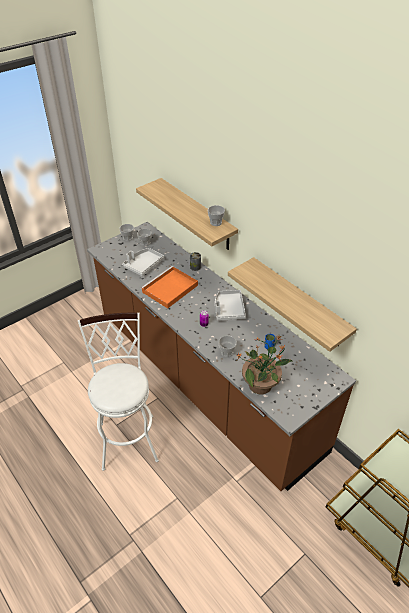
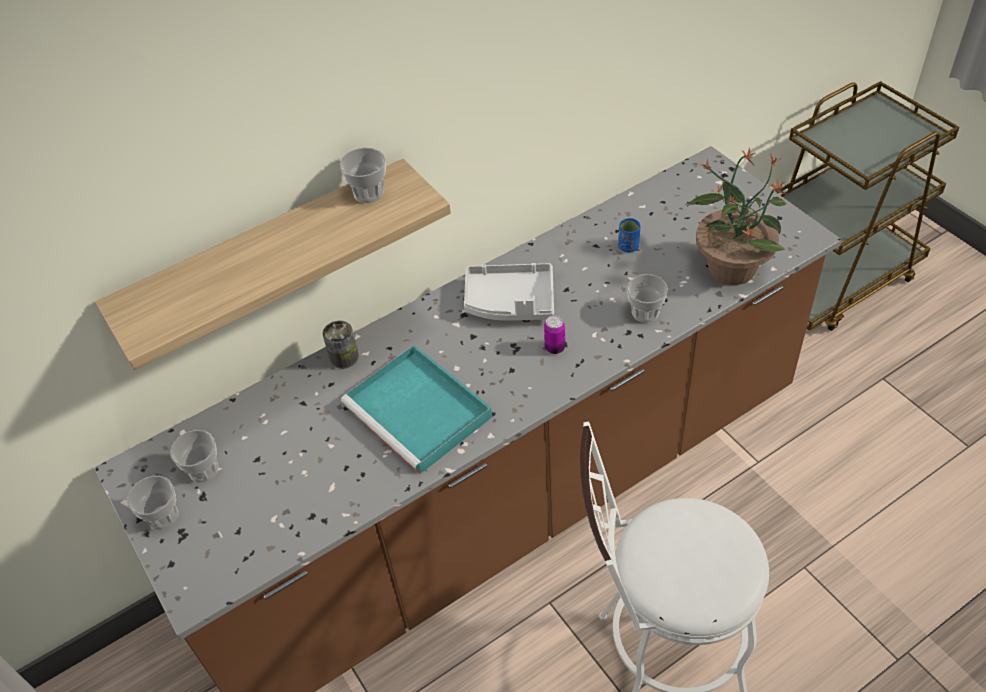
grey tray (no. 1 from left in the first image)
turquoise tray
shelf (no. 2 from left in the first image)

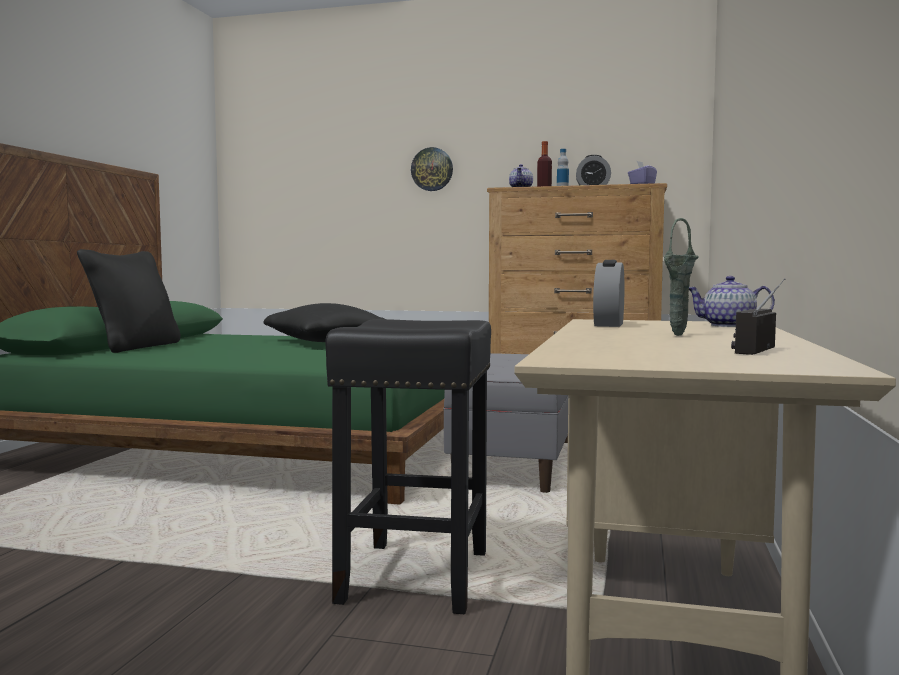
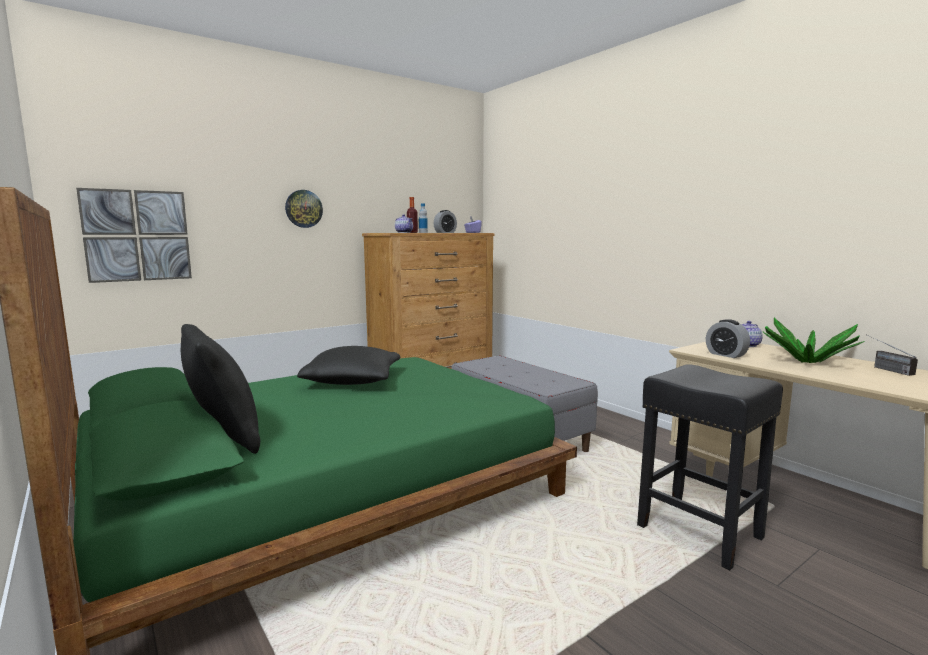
potted plant
picture

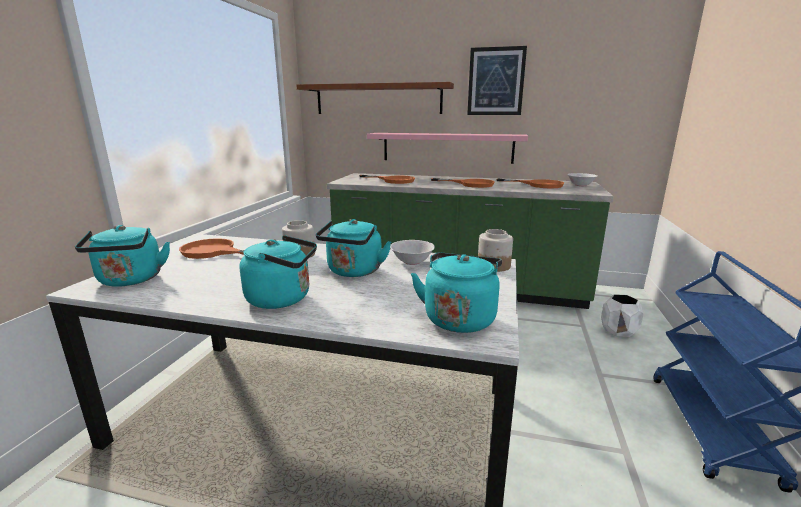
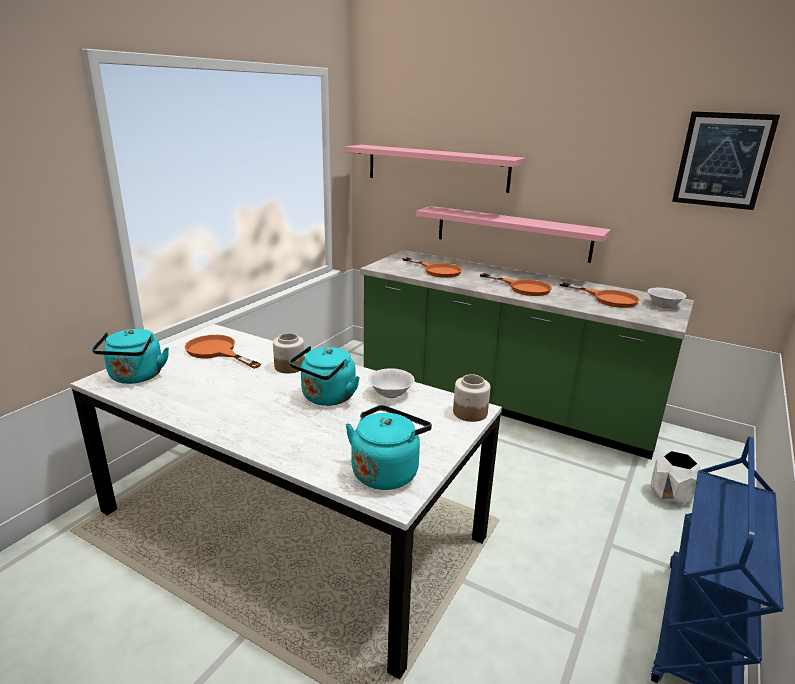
turquoise kettle (no. 2 from left in the first image)
pink shelf (no. 1 from left)
picture

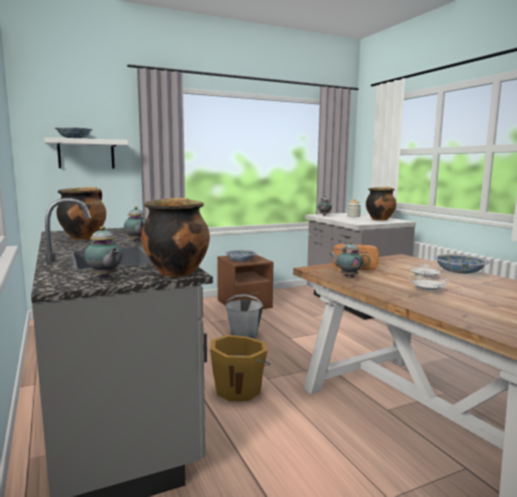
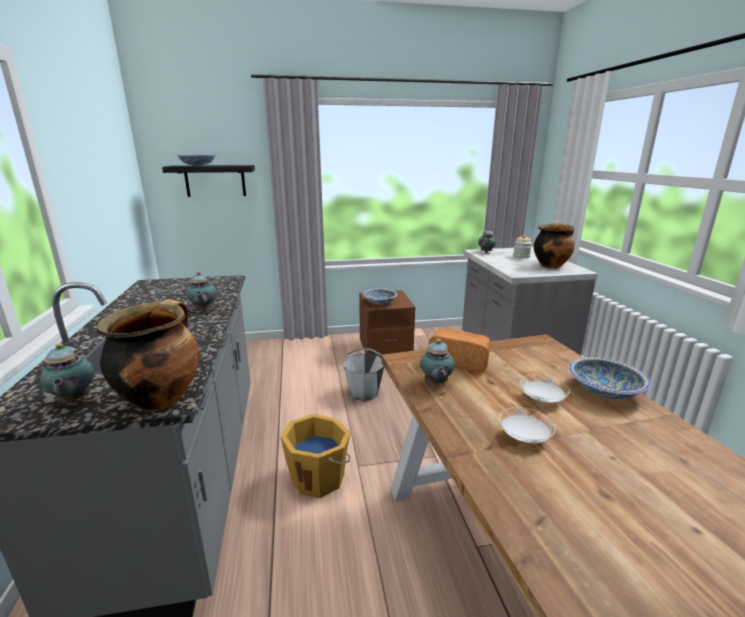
black shelf
cooking pot (no. 1 from left in the first image)
teapot (no. 3 from left)

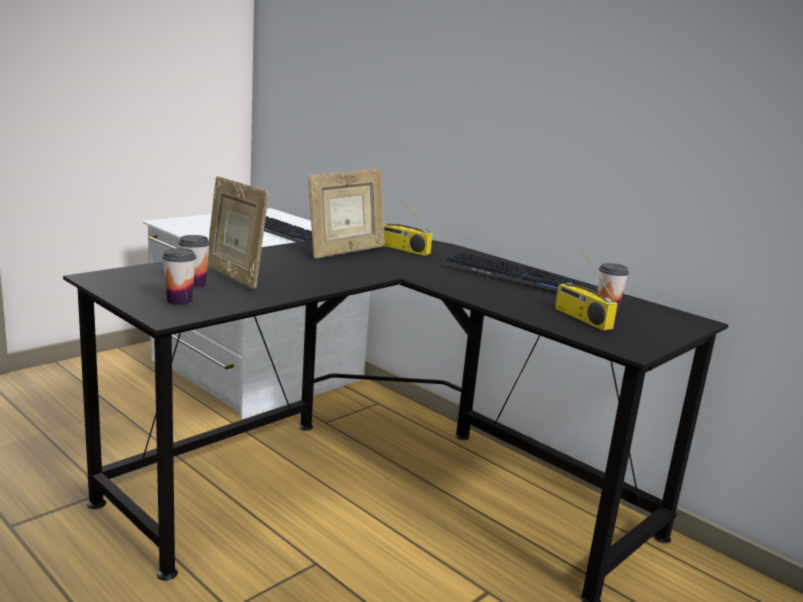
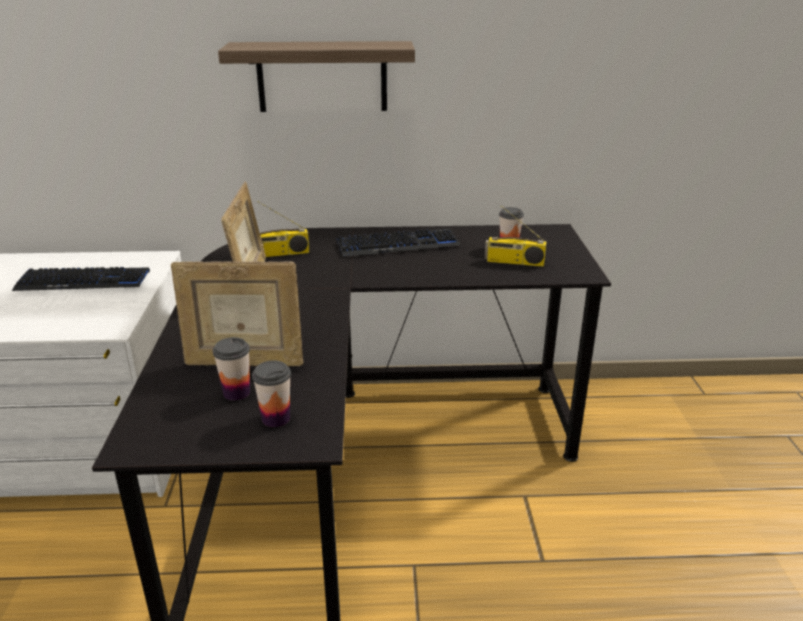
shelf

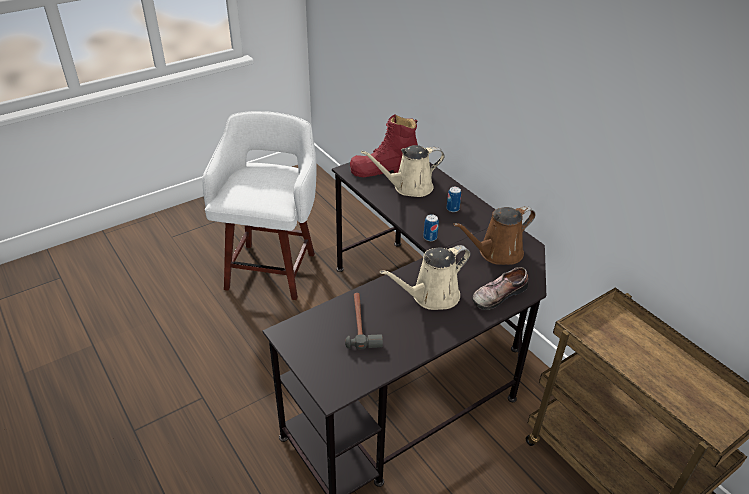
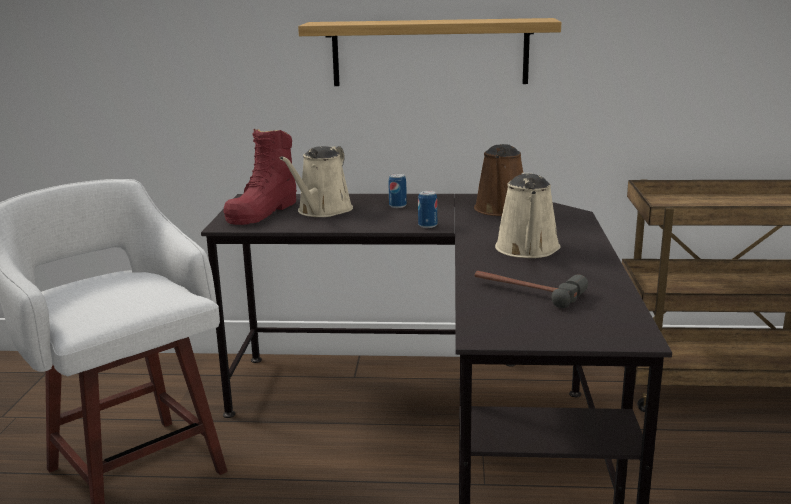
shoe
shelf

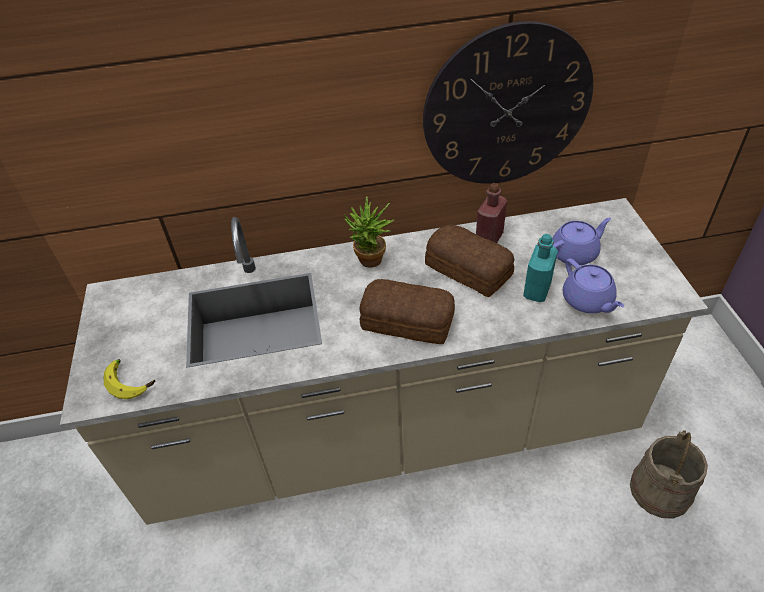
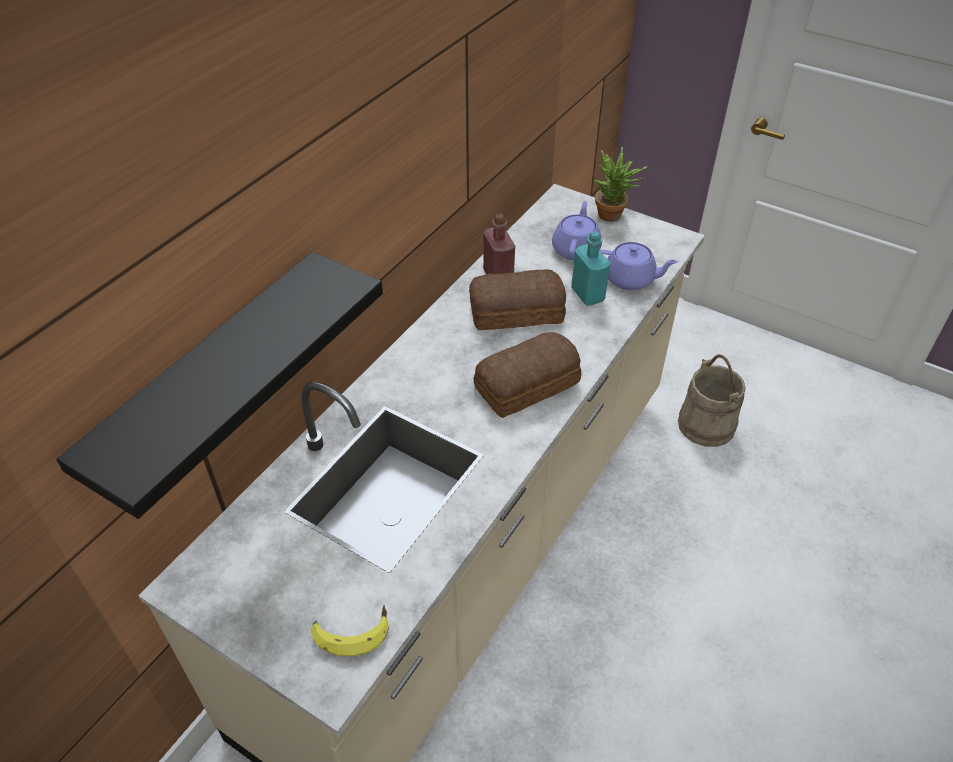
potted plant
wall clock
black shelf

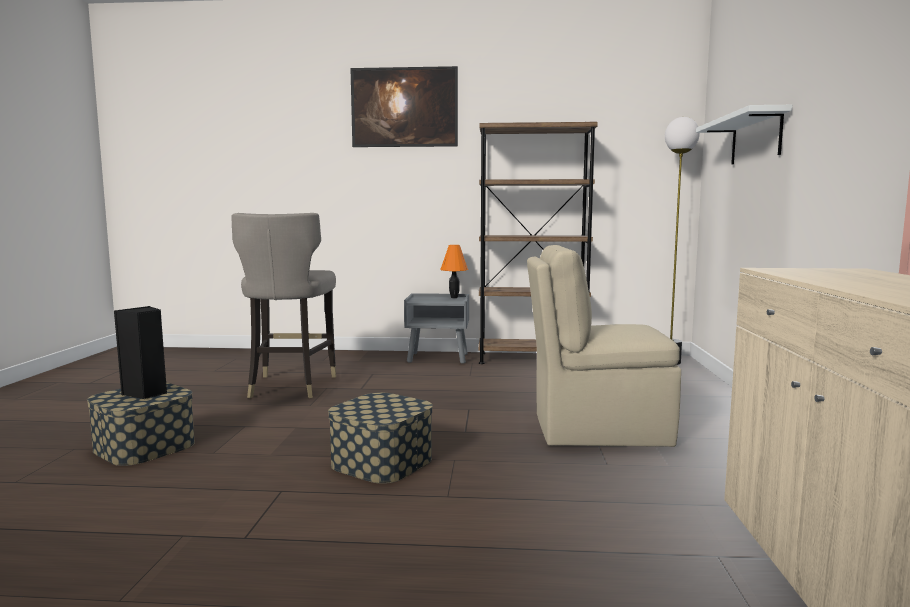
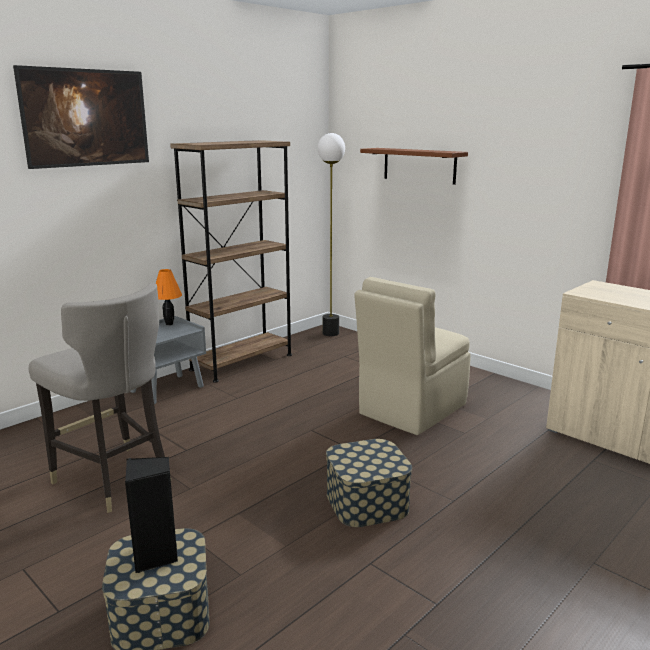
brown shelf

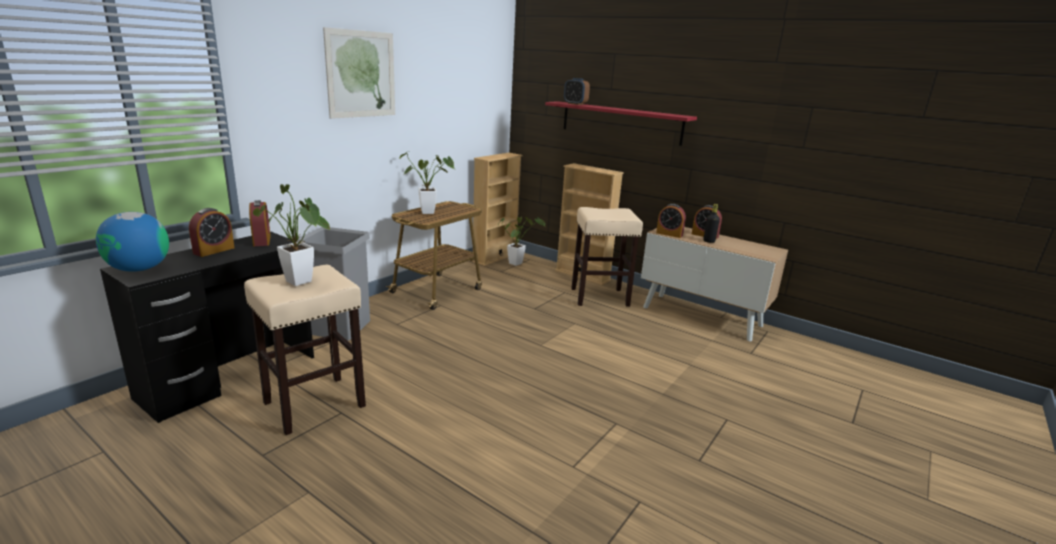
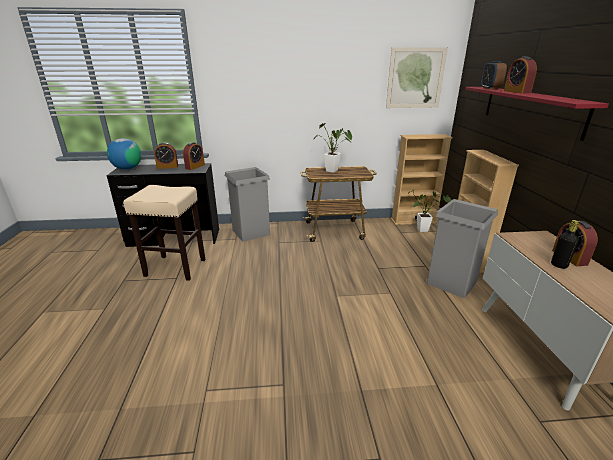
potted plant (no. 1 from left in the first image)
picture
grey trash can (no. 2 from left)
alarm clock (no. 4 from left)

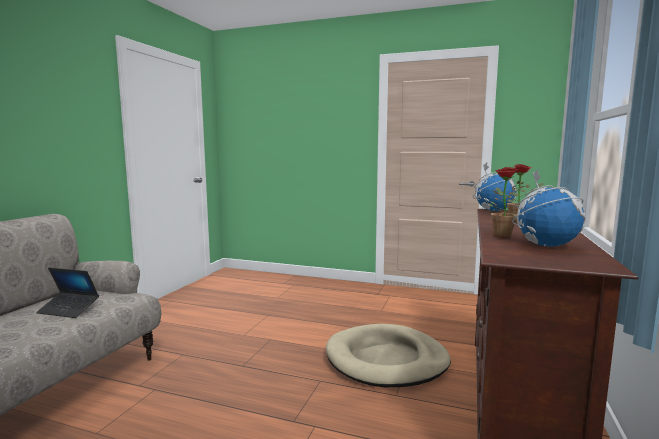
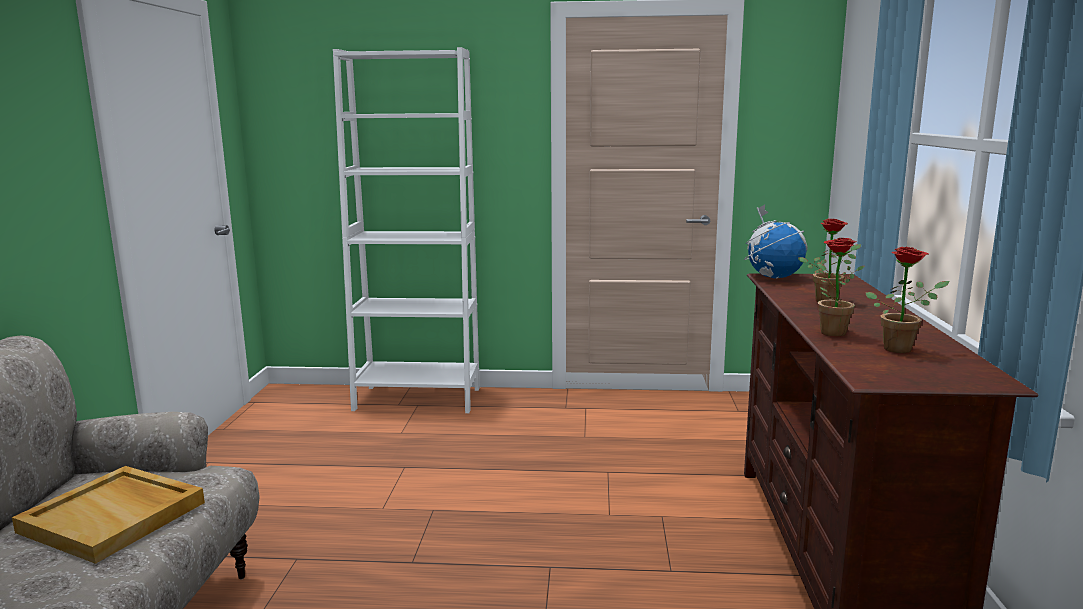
beige tray
beige dog bed
potted plant (no. 3 from left)
white bookcase

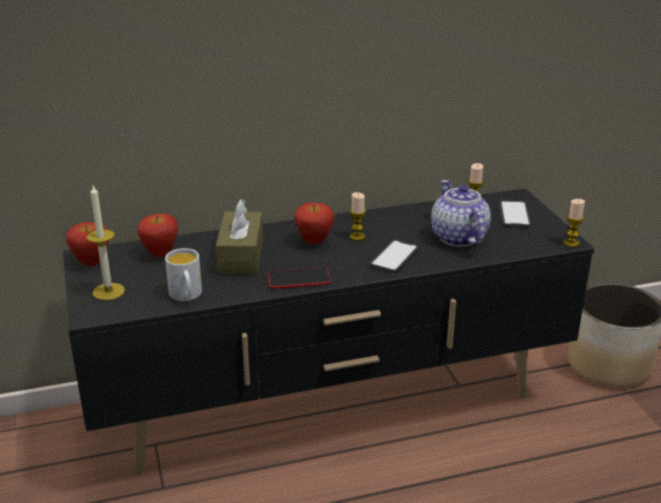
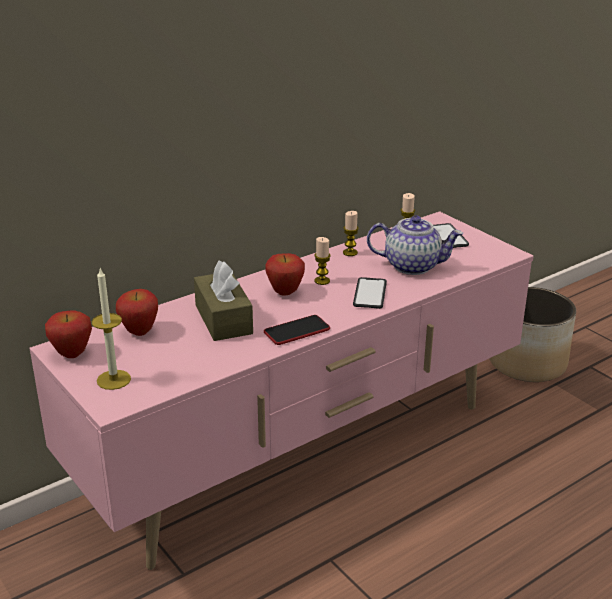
pink tv stand
white mug
teapot
candle (no. 3 from left)

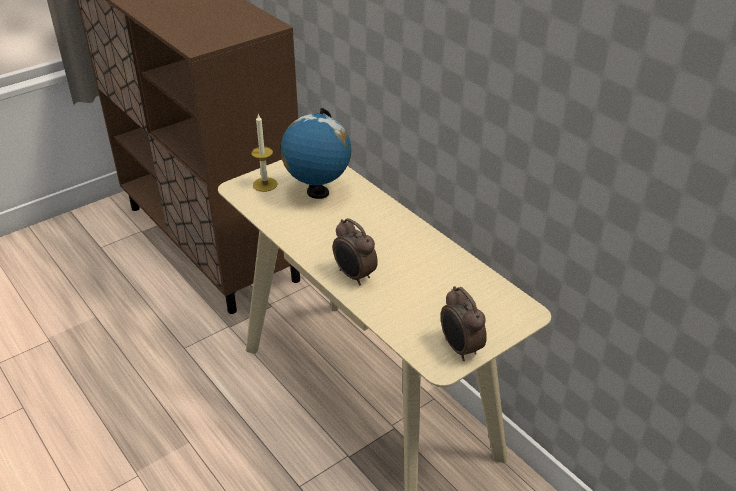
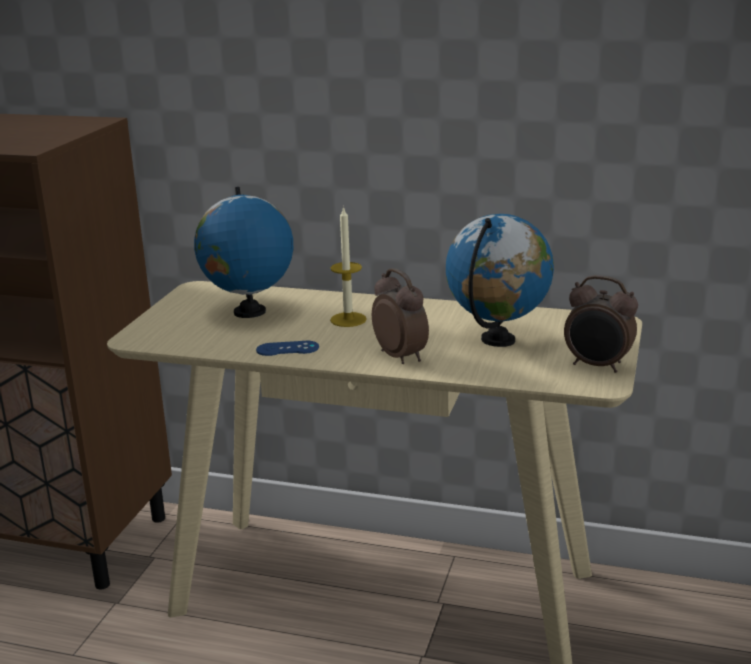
candle
alarm clock (no. 1 from left)
blue game controller
globe (no. 2 from left)

